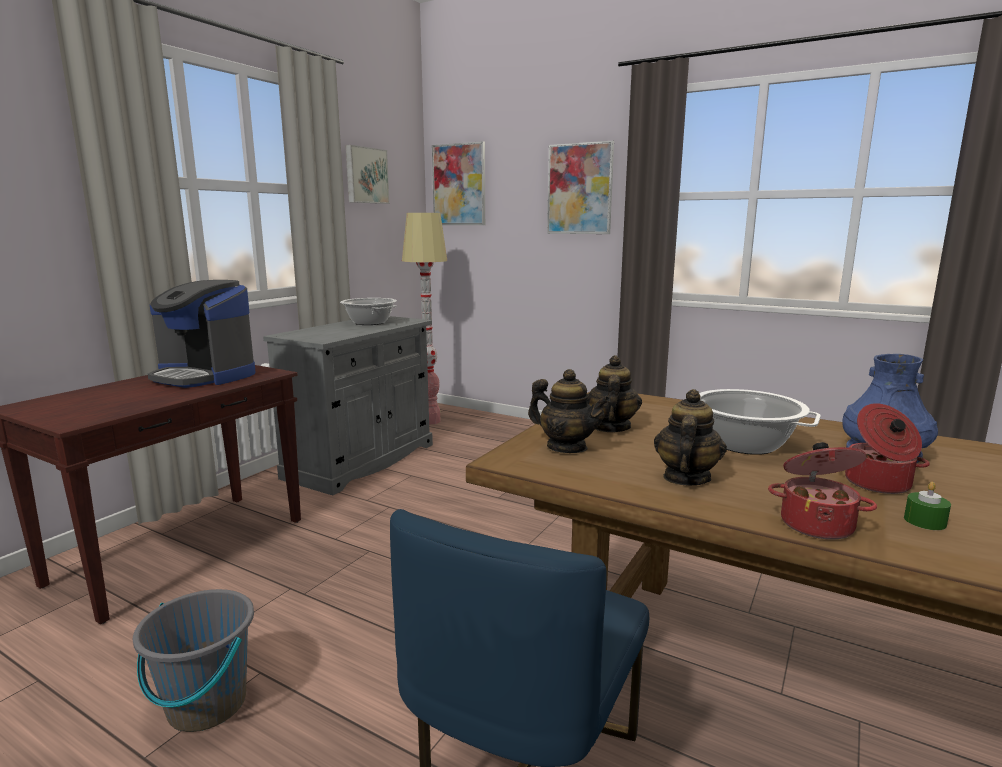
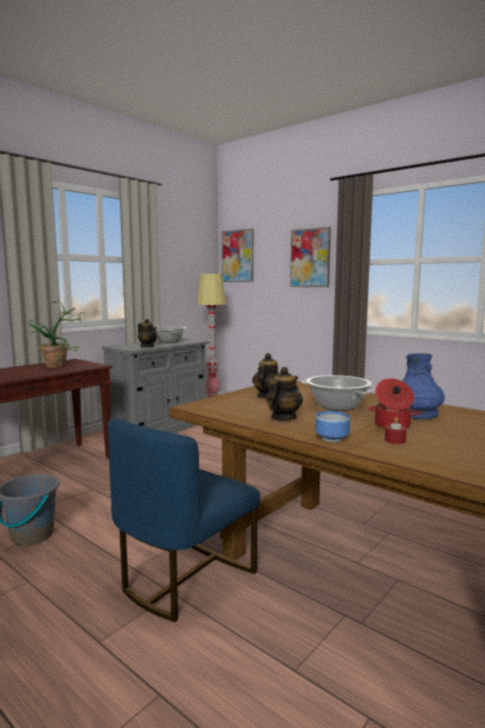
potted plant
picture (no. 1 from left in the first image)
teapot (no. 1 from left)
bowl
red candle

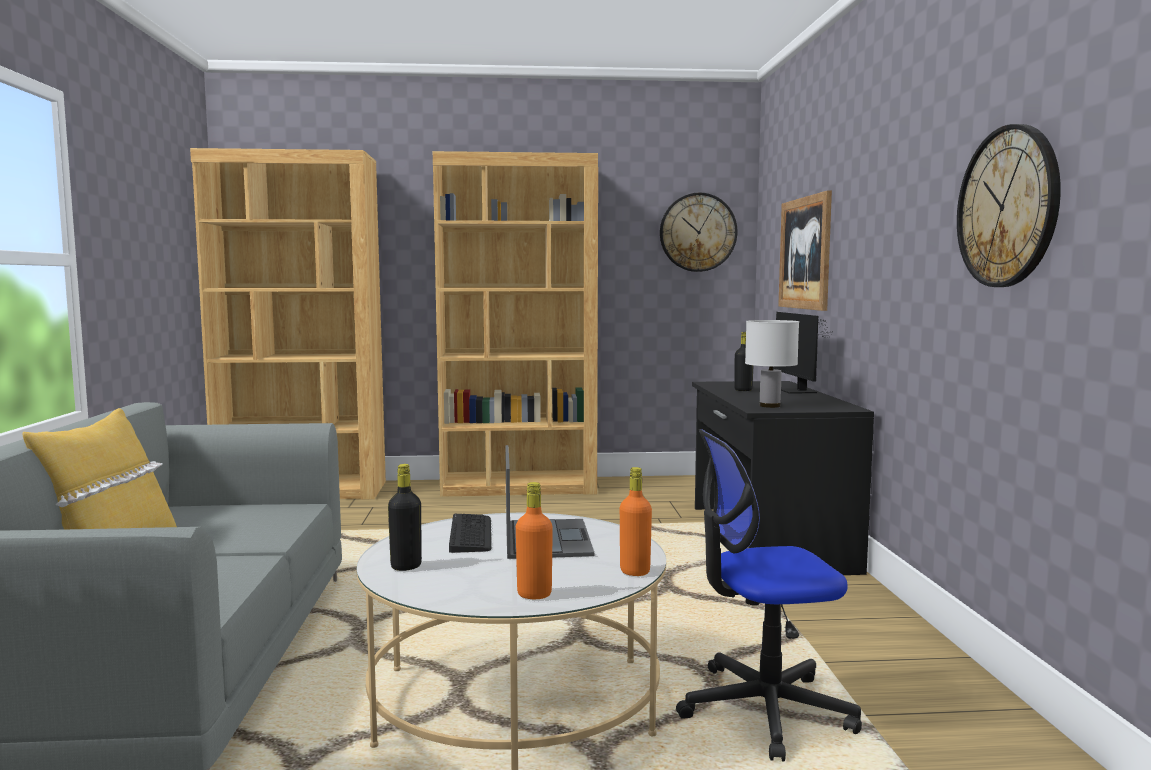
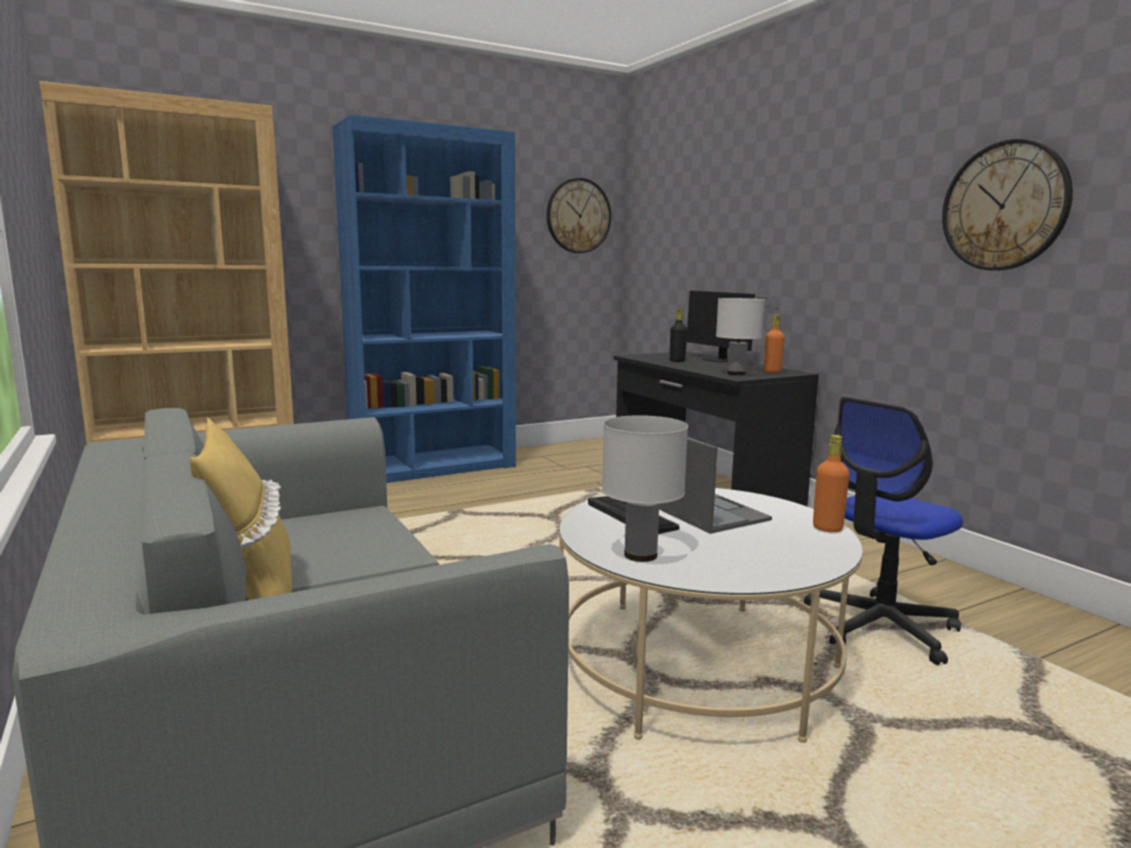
white table lamp (no. 1 from left)
blue bookcase
orange bottle (no. 1 from left)
picture

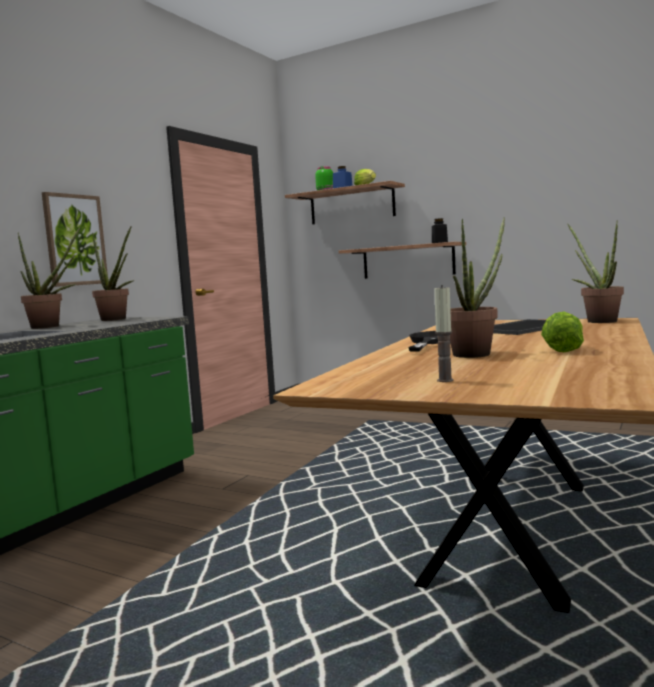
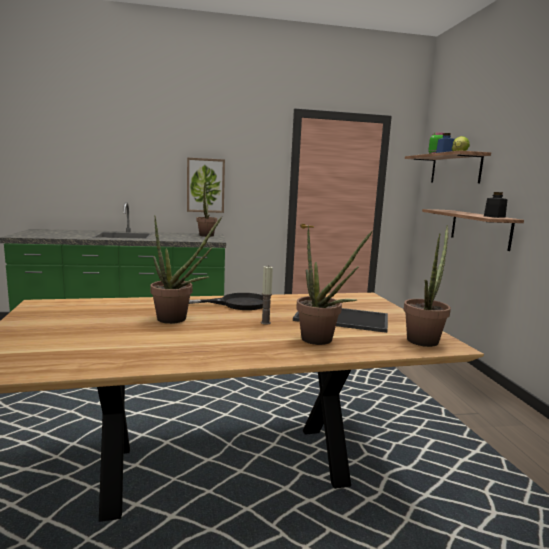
potted plant (no. 3 from left)
candle
lettuce (no. 2 from left in the first image)

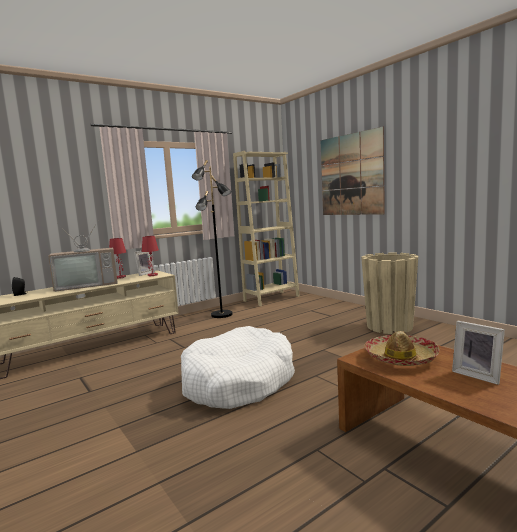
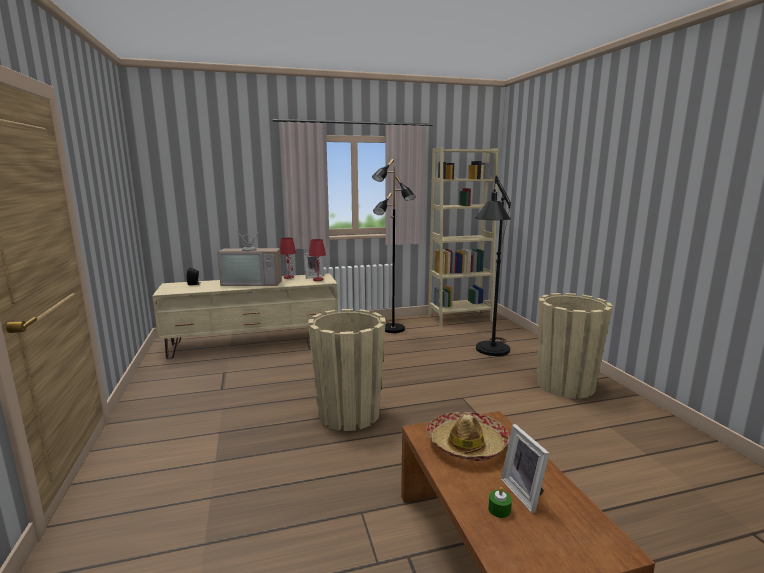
beige planter (no. 1 from left)
picture
black floor lamp (no. 2 from left)
green candle

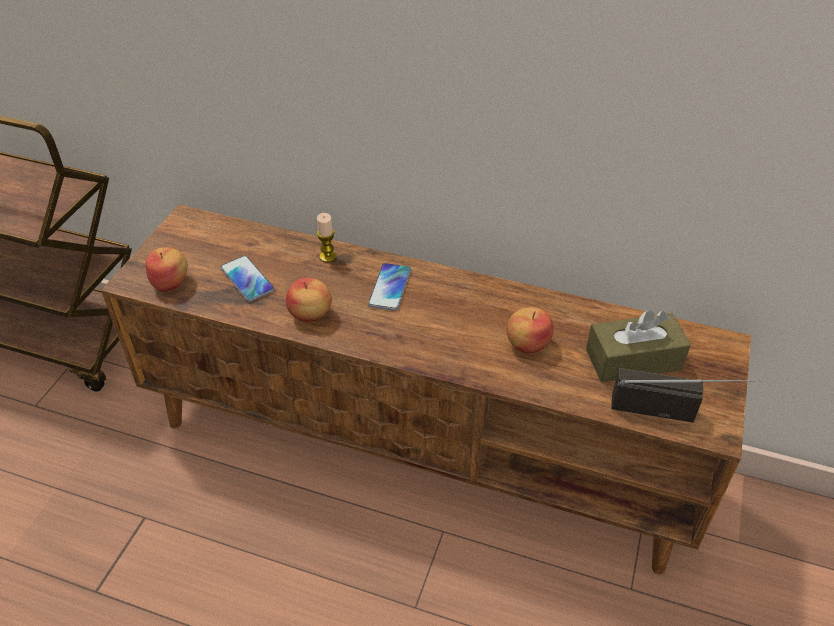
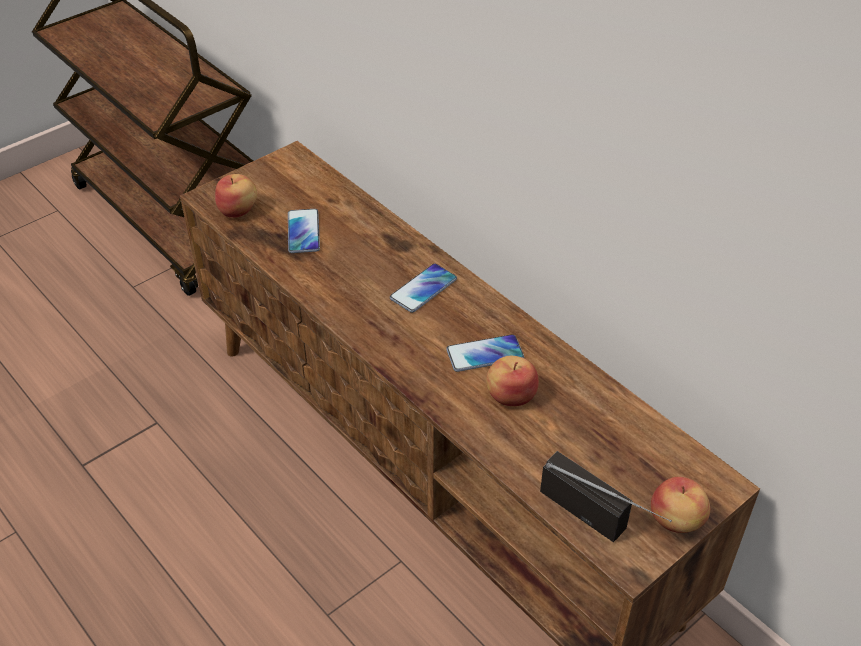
apple (no. 3 from left)
candle
brown tissue box
phone (no. 3 from left)

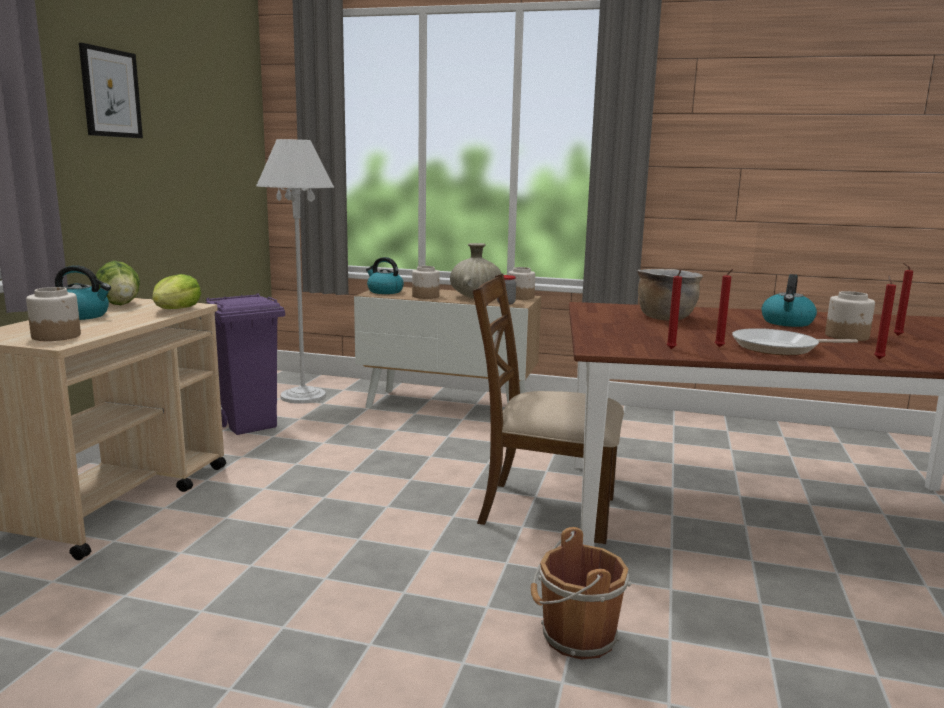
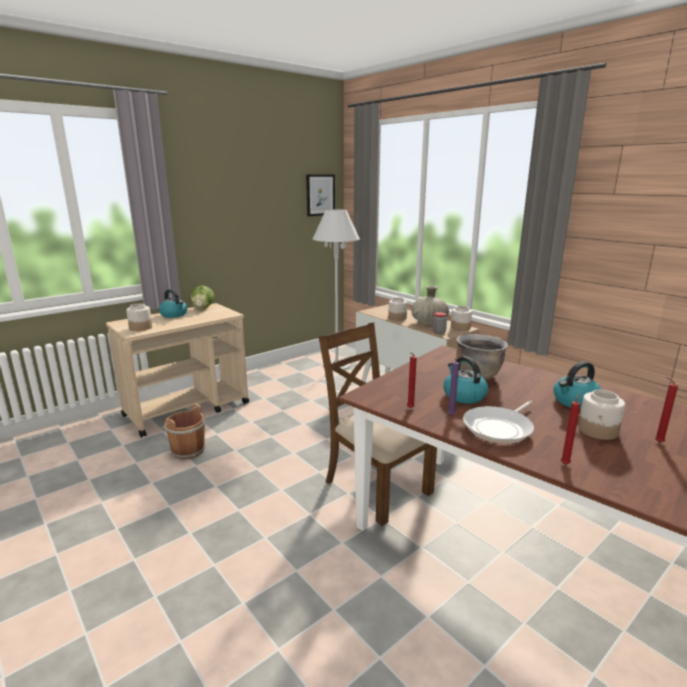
picture
lettuce (no. 2 from left in the first image)
purple trash can
kettle (no. 2 from left)
brown bucket
purple candle
frying pan

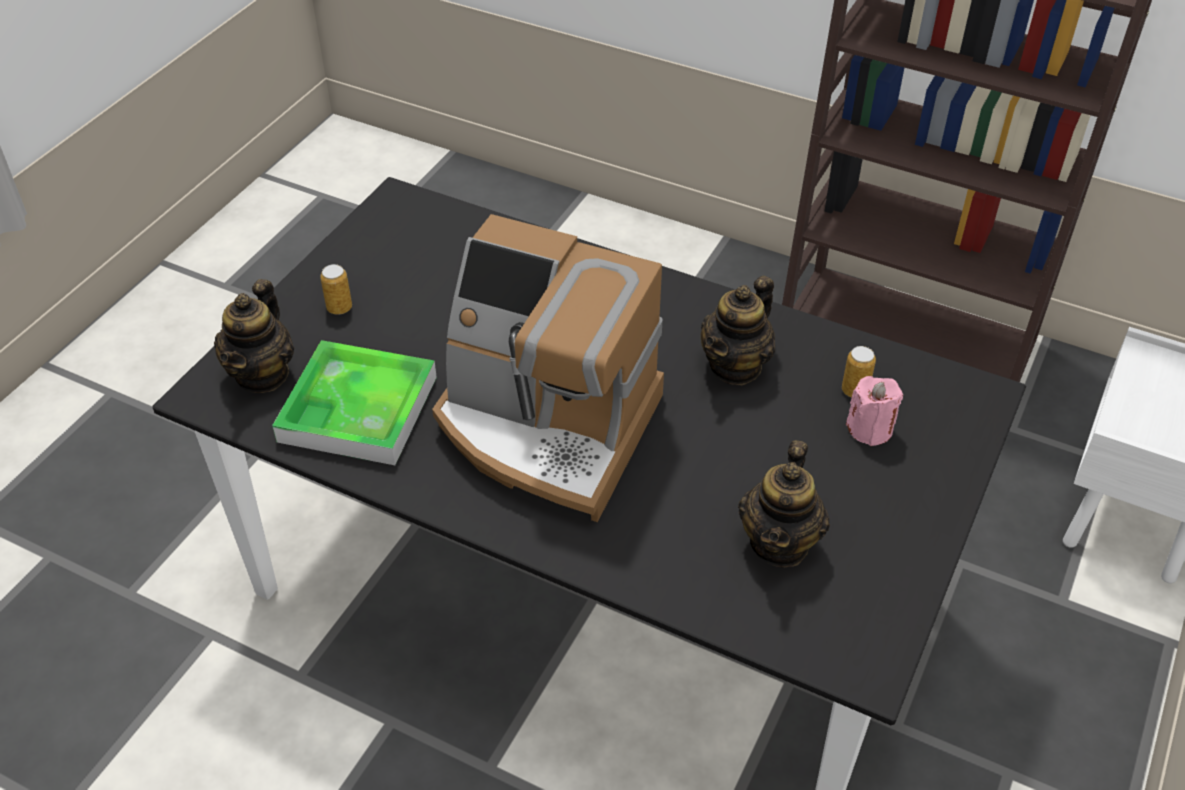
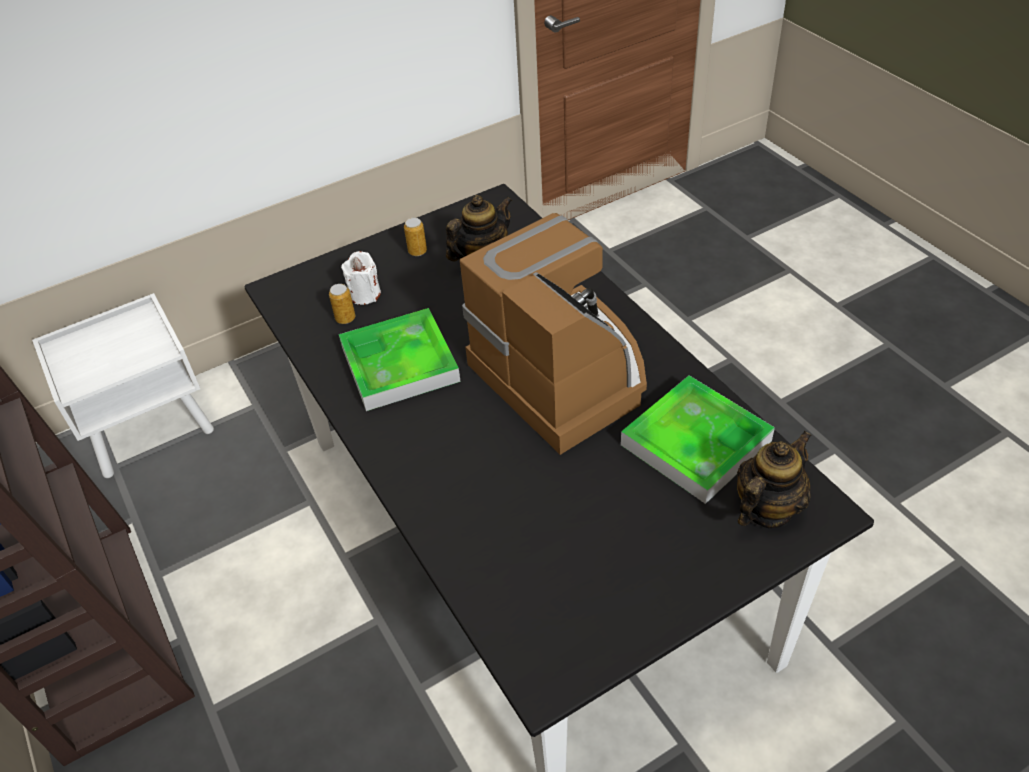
can (no. 2 from left)
tray (no. 1 from left)
white candle

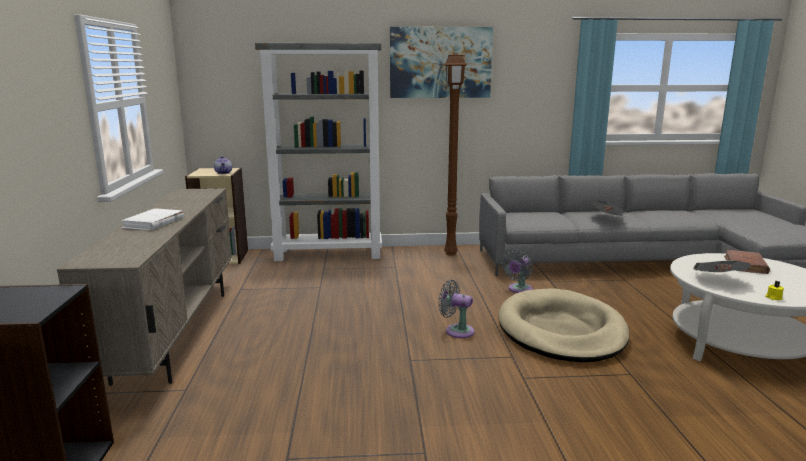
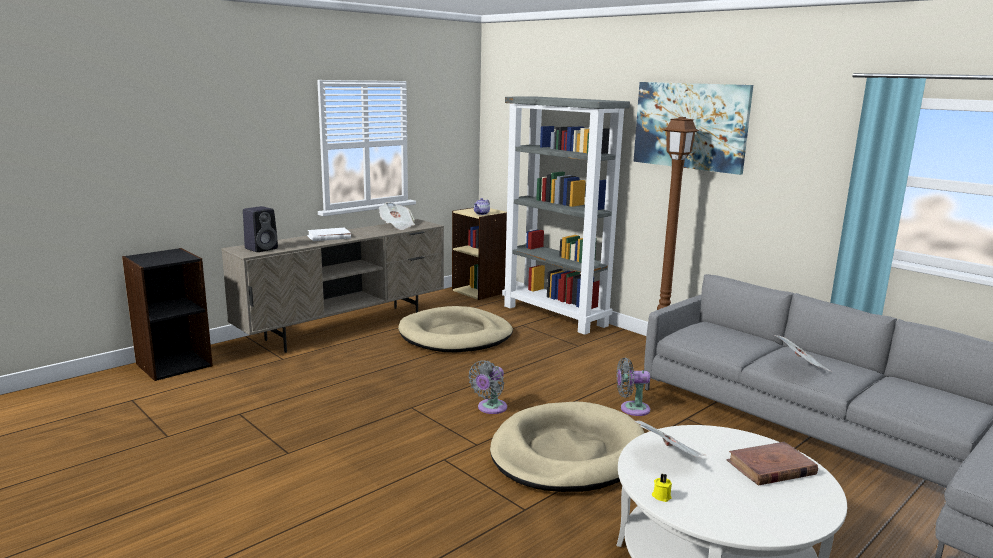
grey fan (no. 1 from left)
black speaker
newspaper (no. 1 from left)
beige dog bed (no. 1 from left)

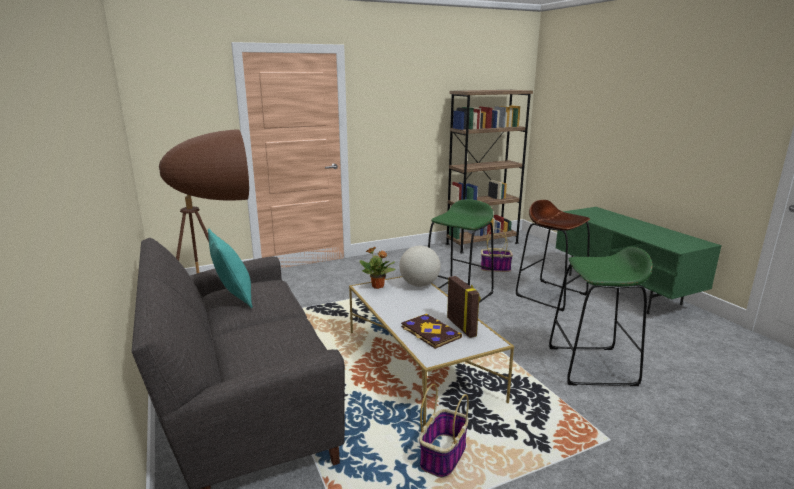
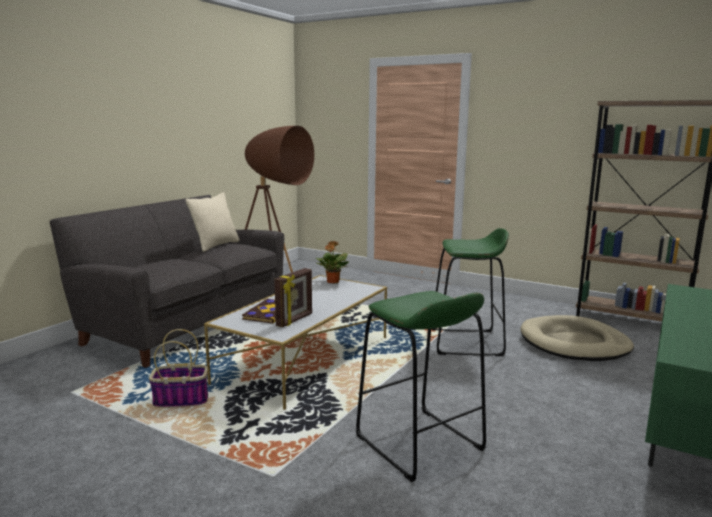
beige pillow
globe
beige dog bed
brown stool

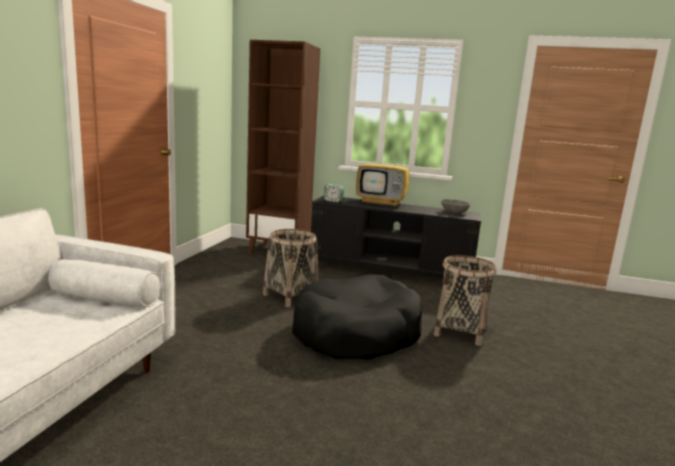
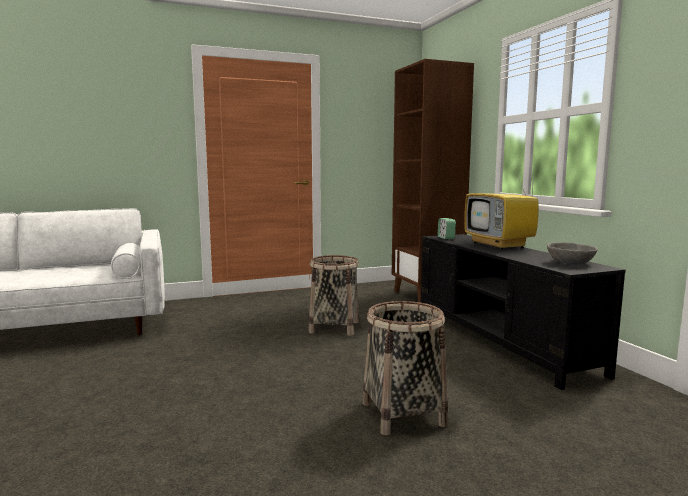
black dog bed

